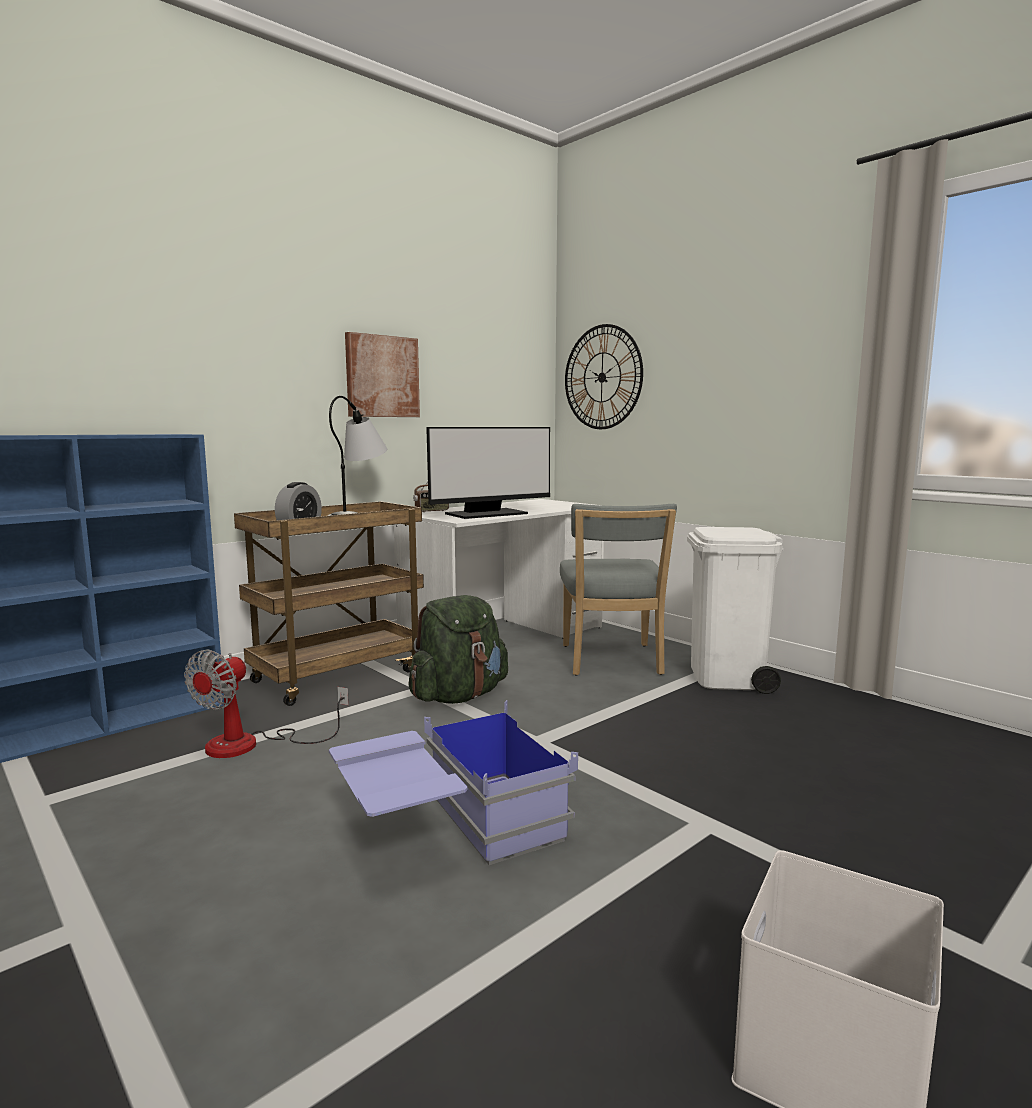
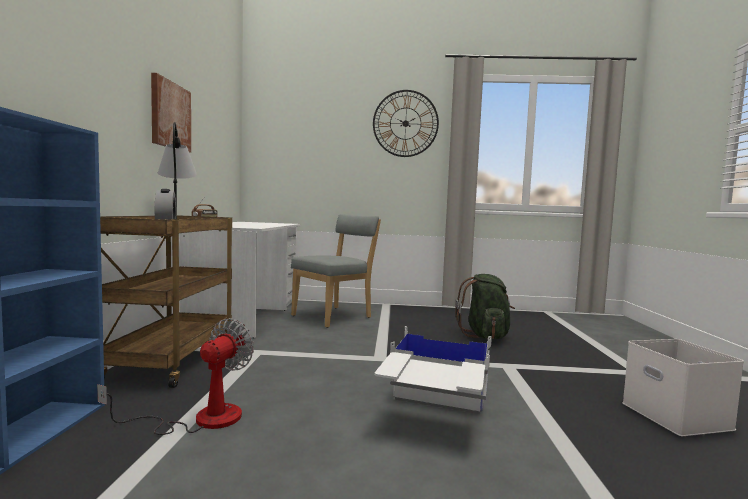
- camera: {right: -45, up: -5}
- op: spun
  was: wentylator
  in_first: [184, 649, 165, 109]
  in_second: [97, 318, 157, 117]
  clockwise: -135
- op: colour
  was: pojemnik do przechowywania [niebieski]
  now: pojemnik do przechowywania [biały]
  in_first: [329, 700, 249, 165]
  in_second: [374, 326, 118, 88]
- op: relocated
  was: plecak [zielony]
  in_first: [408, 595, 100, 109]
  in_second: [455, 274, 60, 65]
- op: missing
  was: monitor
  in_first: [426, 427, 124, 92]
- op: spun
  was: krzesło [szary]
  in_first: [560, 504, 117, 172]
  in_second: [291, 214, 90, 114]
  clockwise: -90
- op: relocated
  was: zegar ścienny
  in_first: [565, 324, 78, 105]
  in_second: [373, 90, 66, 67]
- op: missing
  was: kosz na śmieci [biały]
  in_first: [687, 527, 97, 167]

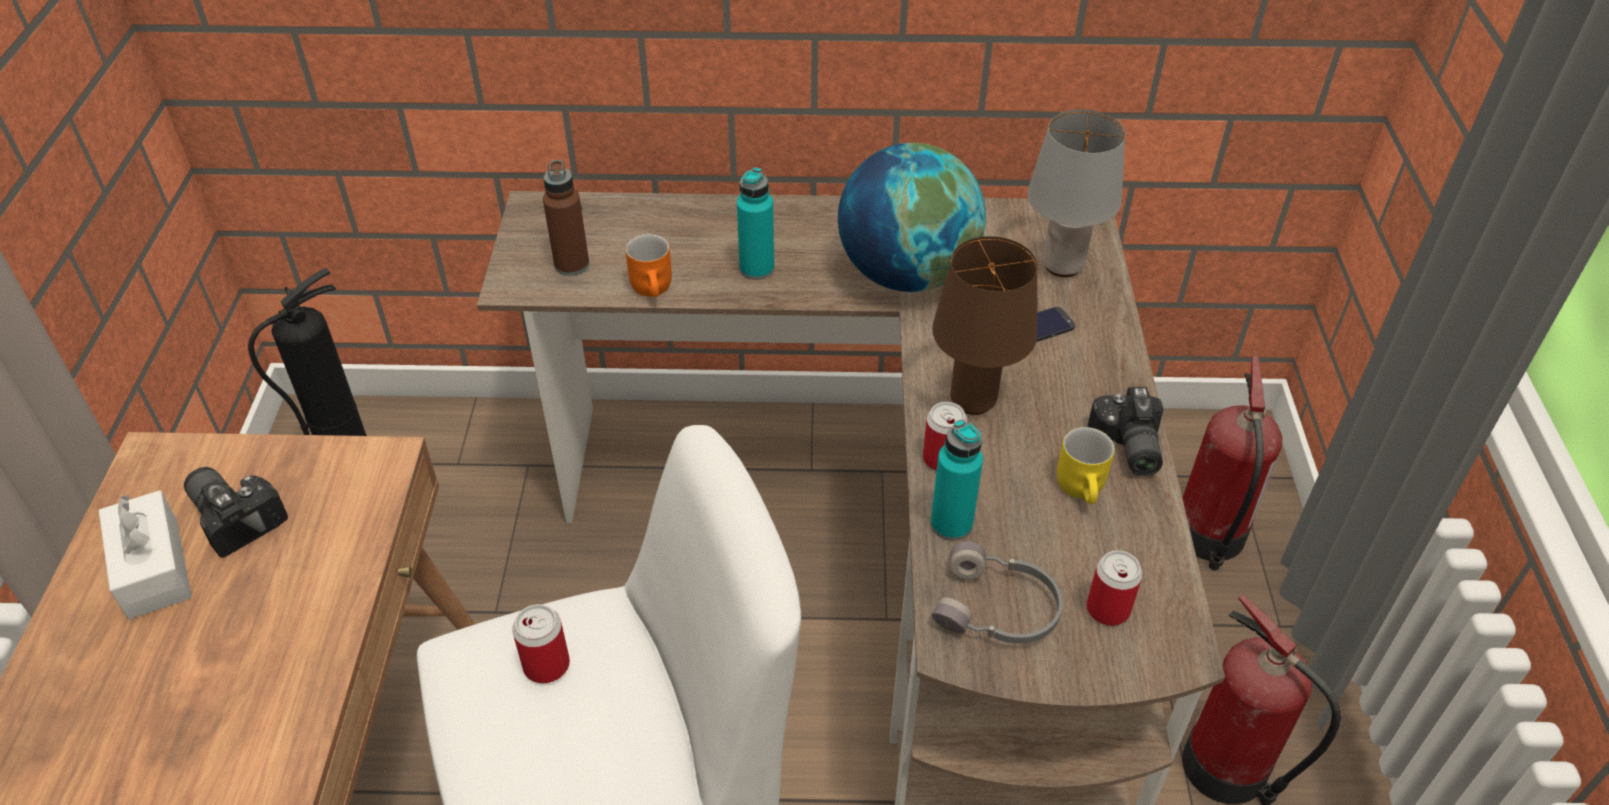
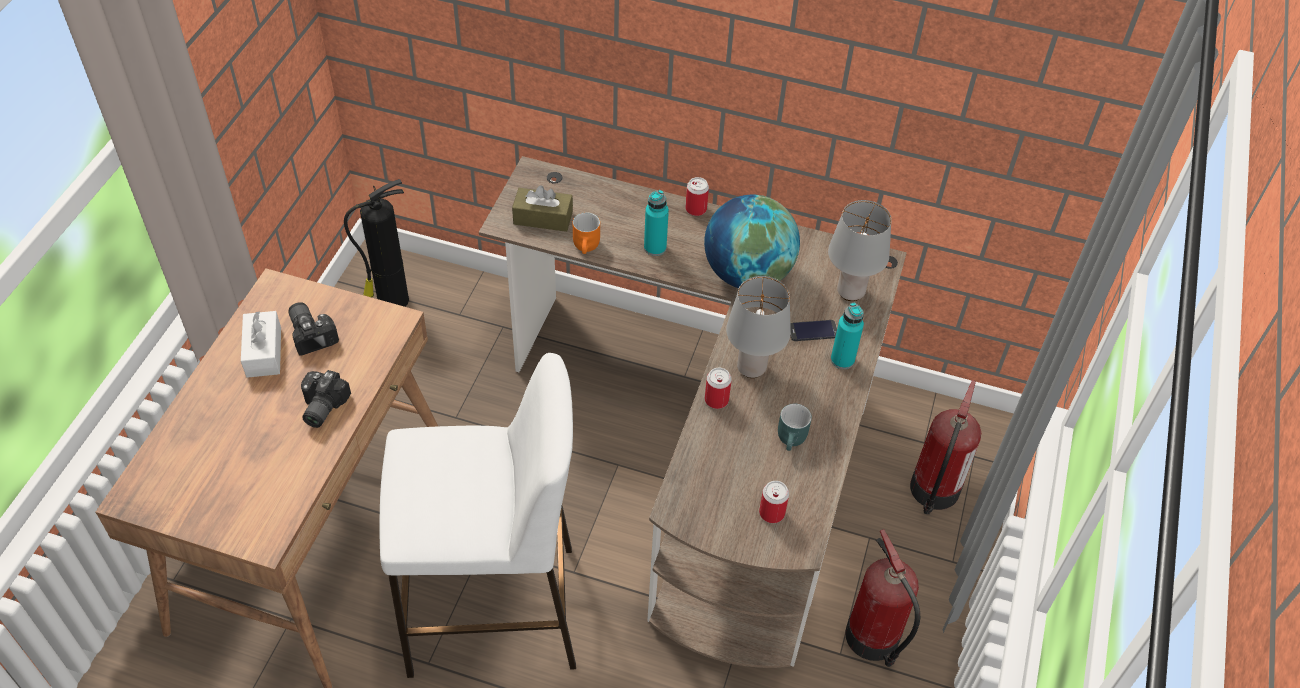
- camera: {right: 15, up: 5}
- op: relocated
  was: puszka
  in_first: [512, 604, 58, 79]
  in_second: [685, 177, 24, 39]
- op: exchanged
  was: butelka [brązowy]
  now: pudełko chusteczek [brązowy]
  in_first: [543, 160, 46, 116]
  in_second: [512, 185, 61, 47]
- op: relocated
  was: butelka [turkusowy]
  in_first: [931, 420, 52, 121]
  in_second: [831, 303, 33, 66]
- op: missing
  was: słuchawki [szary]
  in_first: [931, 541, 132, 103]
- op: colour
  was: lampa stołowa [brązowy]
  now: lampa stołowa [szary]
  in_first: [932, 236, 106, 179]
  in_second: [726, 276, 65, 102]
- op: colour
  was: kubek [żółty]
  now: kubek [turkusowy]
  in_first: [1057, 427, 58, 77]
  in_second: [778, 404, 34, 47]
- op: relocated
  was: aparat fotograficzny
  in_first: [1088, 387, 76, 89]
  in_second: [301, 370, 50, 58]

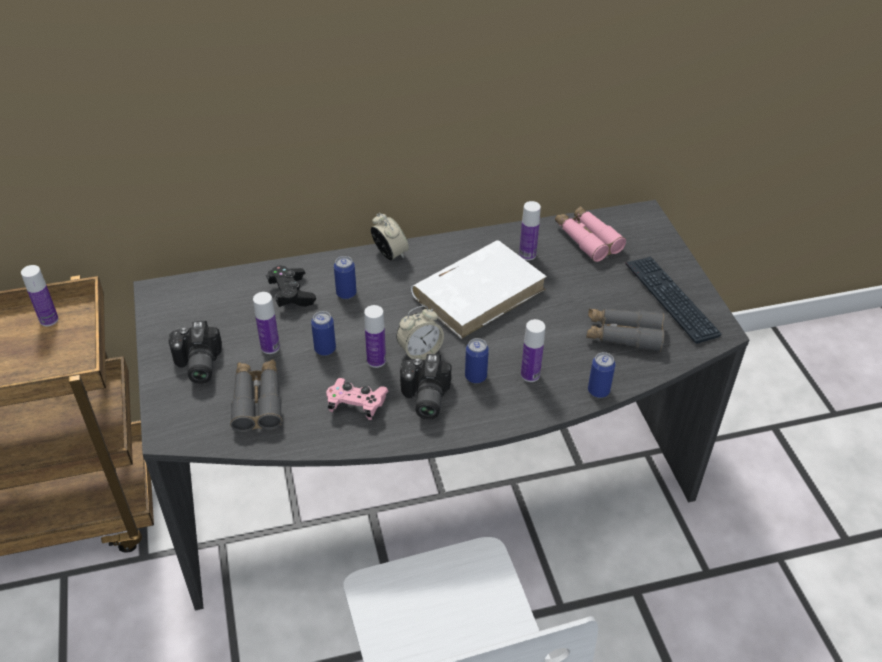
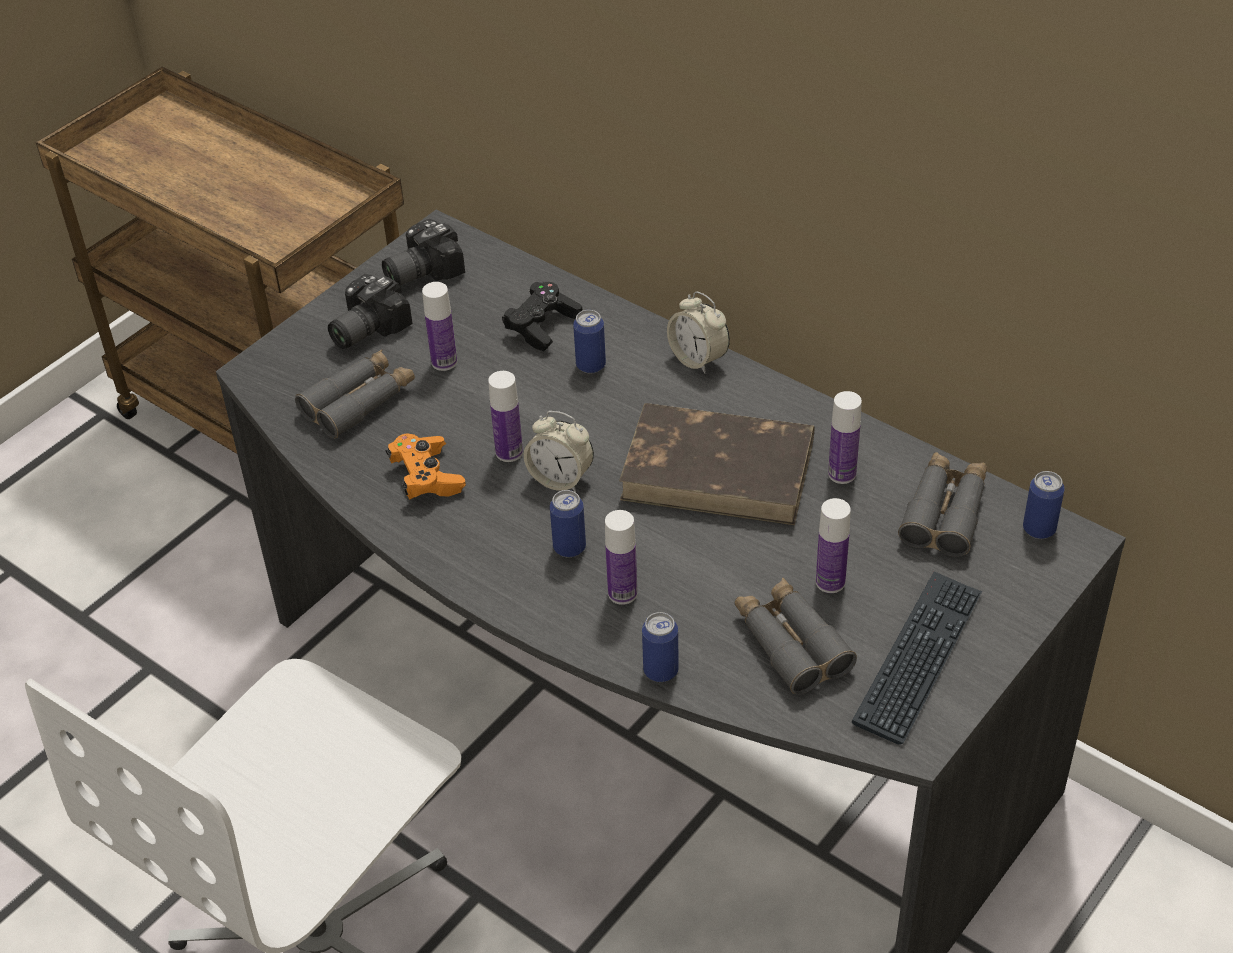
- camera: {right: 55, up: 0}
- op: relocated
  was: butelka
  in_first: [21, 265, 38, 61]
  in_second: [816, 498, 35, 95]
- op: relocated
  was: puszka
  in_first: [311, 311, 25, 45]
  in_second: [1023, 471, 42, 68]
- op: colour
  was: pad do gier [różowy]
  now: pad do gier [pomarańczowy]
  in_first: [326, 378, 62, 42]
  in_second: [385, 433, 81, 66]
- op: spun
  was: budzik
  in_first: [371, 213, 38, 47]
  in_second: [667, 291, 63, 83]
  clockwise: 120
- op: relocated
  was: aparat fotograficzny
  in_first: [400, 354, 51, 66]
  in_second: [382, 219, 83, 66]
- op: colour
  was: książka [biały]
  now: książka [brązowy]
  in_first: [411, 241, 136, 98]
  in_second: [619, 403, 196, 122]
- op: colour
  was: lornetka [różowy]
  now: lornetka [szary]
  in_first: [555, 206, 71, 56]
  in_second: [898, 452, 89, 105]

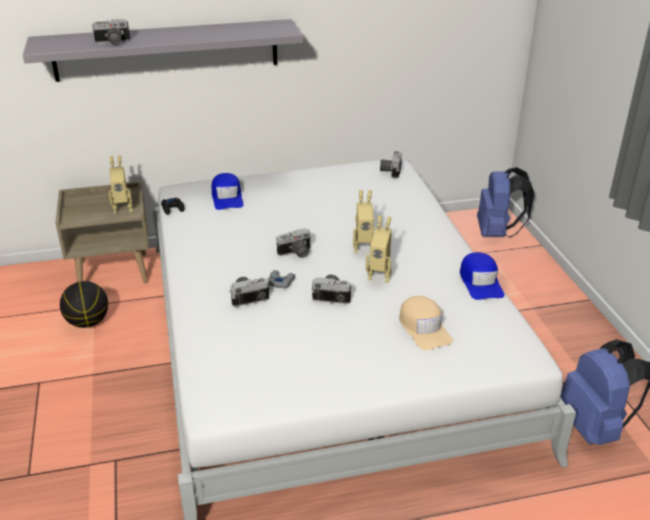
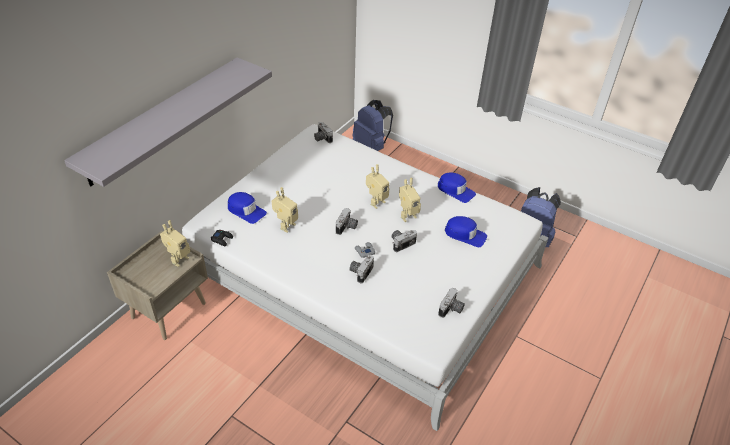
- camera: {right: -45, up: 10}
- op: missing
  was: piłka do koszykówki
  in_first: [60, 281, 48, 47]
- op: relocated
  was: aparat fotograficzny
  in_first: [92, 19, 38, 26]
  in_second: [438, 288, 27, 30]
- op: colour
  was: czapka z daszkiem [beżowy]
  now: czapka z daszkiem [niebieski]
  in_first: [399, 296, 54, 54]
  in_second: [445, 216, 42, 31]
- op: appeared
  now: robot zabawkowy
  in_second: [272, 187, 26, 46]

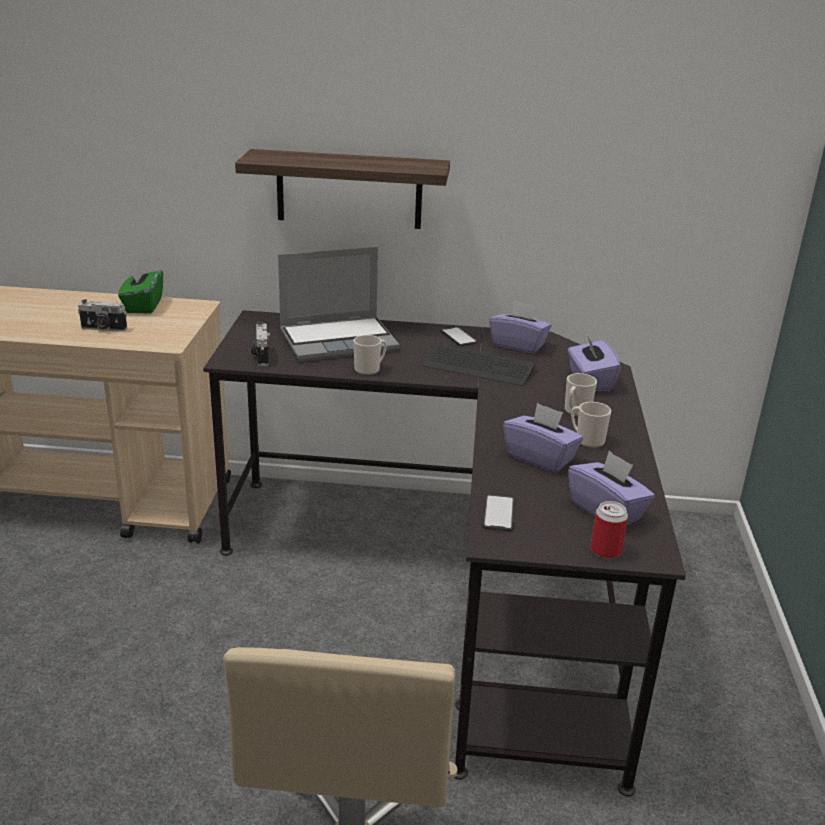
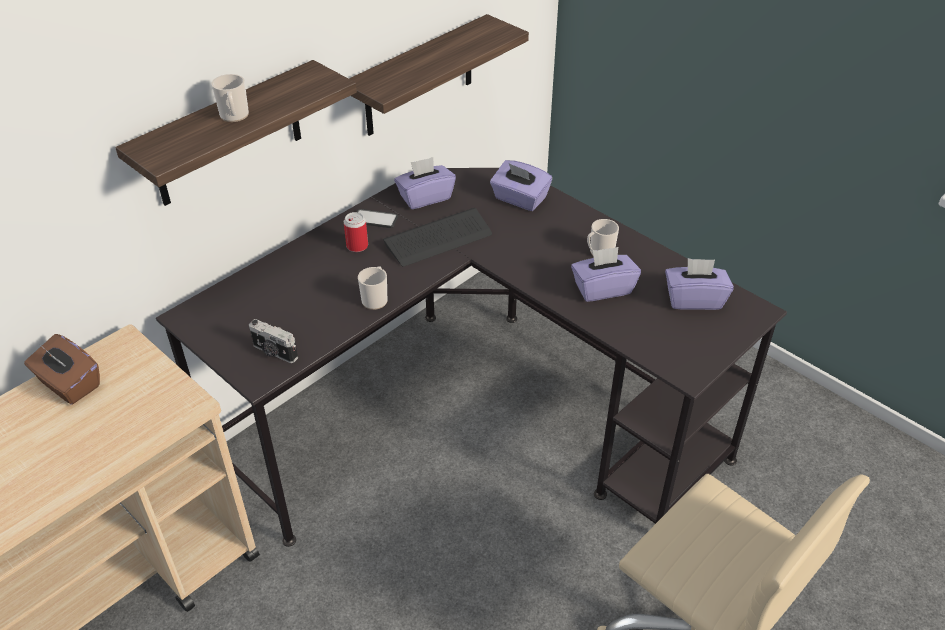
- camera: {right: -50, up: 15}
- op: missing
  was: aparat fotograficzny
  in_first: [78, 299, 49, 33]
- op: colour
  was: pudełko chusteczek [zielony]
  now: pudełko chusteczek [brązowy]
  in_first: [118, 262, 45, 52]
  in_second: [24, 334, 76, 70]
- op: missing
  was: laptop
  in_first: [278, 247, 122, 115]
- op: missing
  was: telefon
  in_first: [482, 494, 33, 37]
- op: relocated
  was: kubek
  in_first: [564, 373, 33, 43]
  in_second: [212, 74, 37, 48]
- op: relocated
  was: puszka
  in_first: [591, 501, 37, 58]
  in_second: [344, 212, 24, 40]
- op: appeared
  now: półka
  in_second: [349, 14, 180, 122]

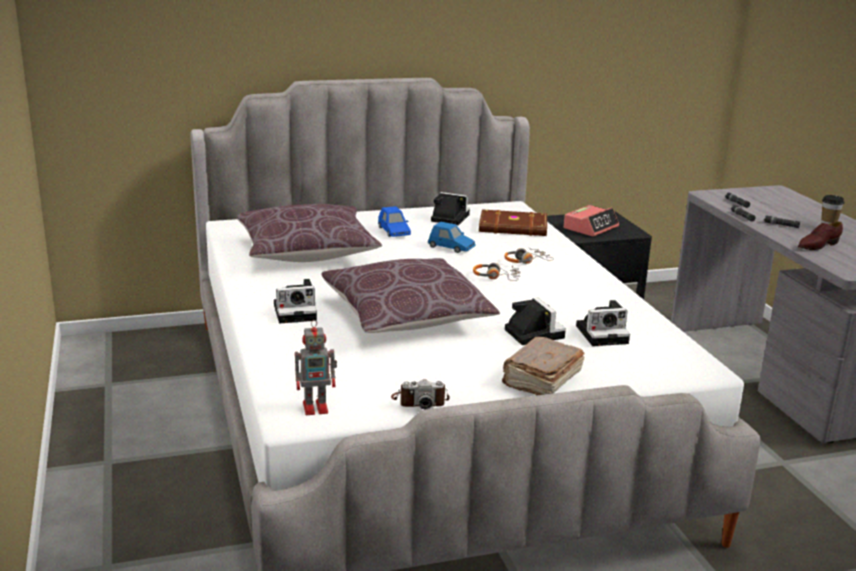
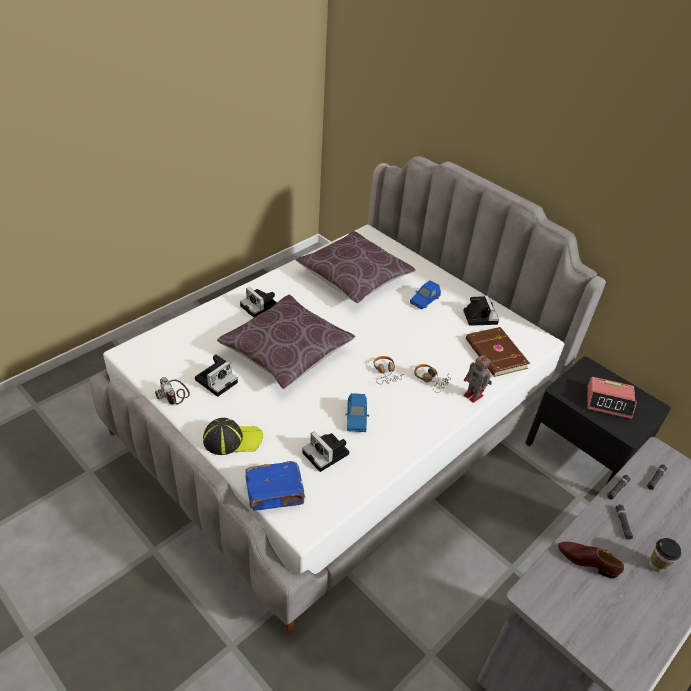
- camera: {right: 60, up: 20}
- op: relocated
  was: robot zabawkowy
  in_first: [295, 319, 42, 96]
  in_second: [464, 354, 28, 49]
- op: relocated
  was: samochodzik [niebieski]
  in_first: [428, 222, 48, 31]
  in_second: [345, 393, 24, 39]
- op: exchanged
  was: książka [brązowy]
  now: czapka z daszkiem
  in_first: [502, 337, 83, 58]
  in_second: [203, 418, 60, 37]
- op: relocated
  was: aparat fotograficzny
  in_first: [505, 298, 61, 47]
  in_second: [195, 355, 43, 42]
- op: appeared
  now: książka [niebieski]
  in_second: [245, 461, 60, 50]

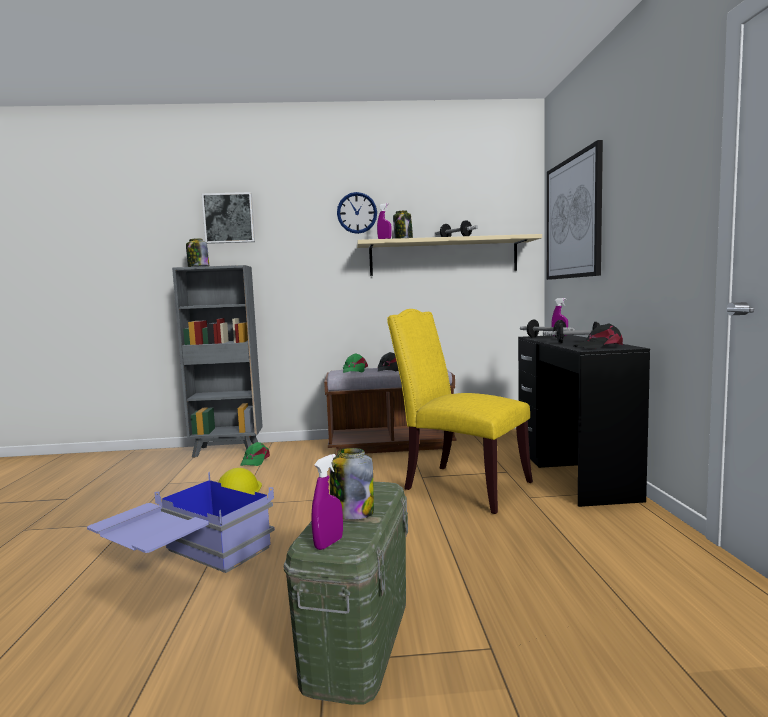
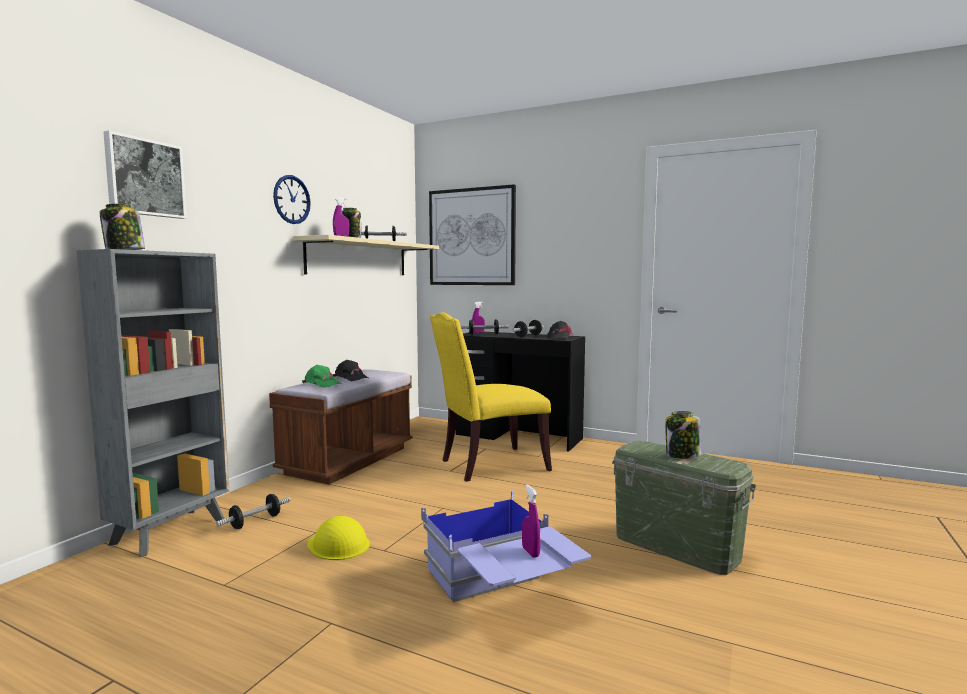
- camera: {right: -60, up: 0}
- op: exchanged
  was: czapka z daszkiem [zielony]
  now: hantel
  in_first: [240, 442, 30, 24]
  in_second: [216, 494, 74, 35]
- op: relocated
  was: spryskiwacz [fioletowy]
  in_first: [311, 454, 32, 96]
  in_second: [522, 485, 19, 73]

